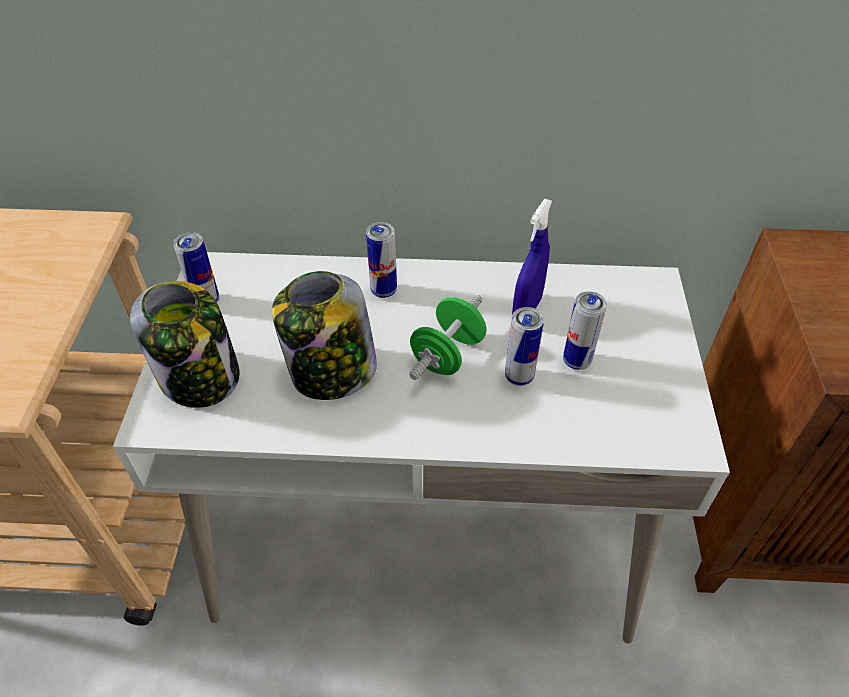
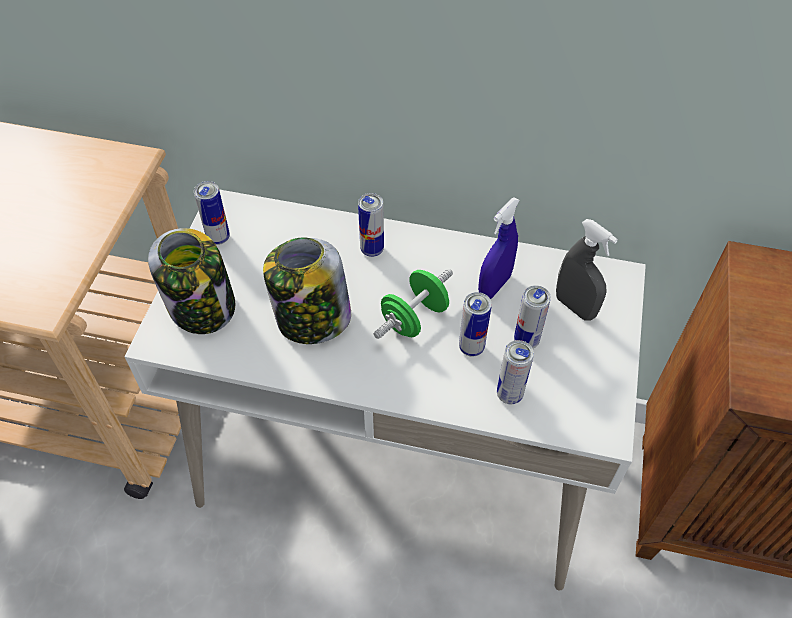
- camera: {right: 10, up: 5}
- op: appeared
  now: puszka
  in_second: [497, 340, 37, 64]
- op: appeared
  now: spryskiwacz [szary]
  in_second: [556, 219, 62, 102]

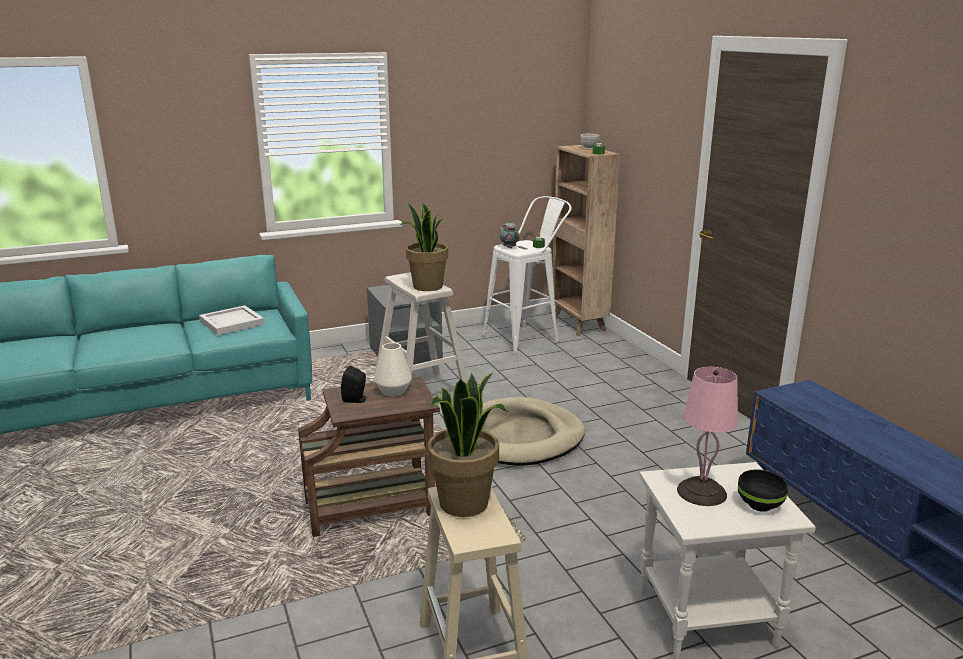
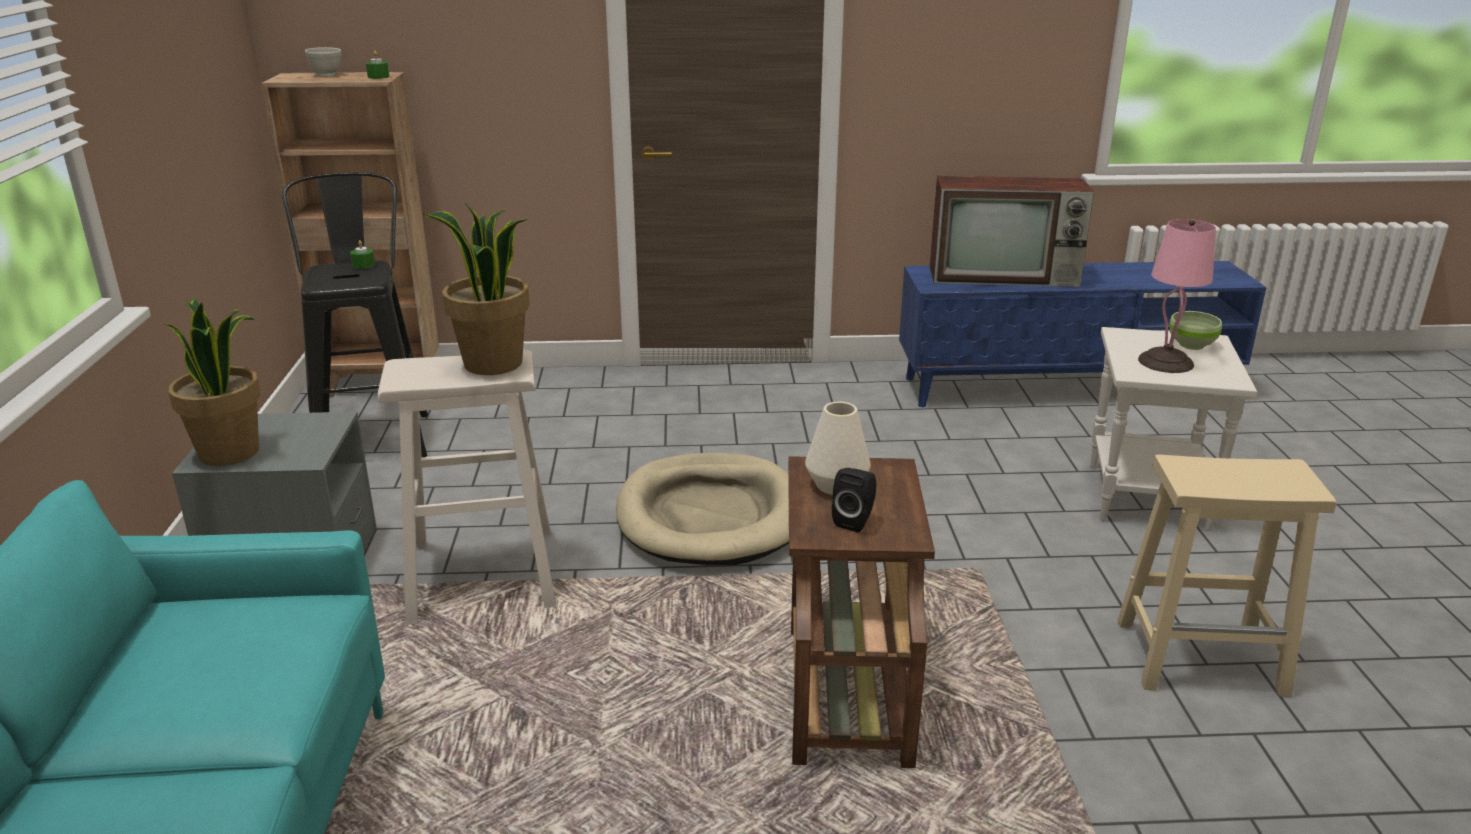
- camera: {right: -70, up: 5}
- op: missing
  was: taca [biały]
  in_first: [199, 305, 66, 30]
- op: relocated
  was: roślina doniczkowa
  in_first: [428, 372, 80, 145]
  in_second: [165, 298, 96, 168]
- op: colour
  was: stołek [biały]
  now: stołek [czarny]
  in_first: [482, 196, 90, 157]
  in_second: [282, 172, 146, 285]
- op: missing
  was: imbryk
  in_first: [499, 220, 21, 29]
- op: colour
  was: miska [czarny]
  now: miska [zielony]
  in_first: [738, 469, 50, 43]
  in_second: [1169, 311, 53, 39]
- op: appeared
  now: telewizor
  in_second: [930, 176, 164, 111]

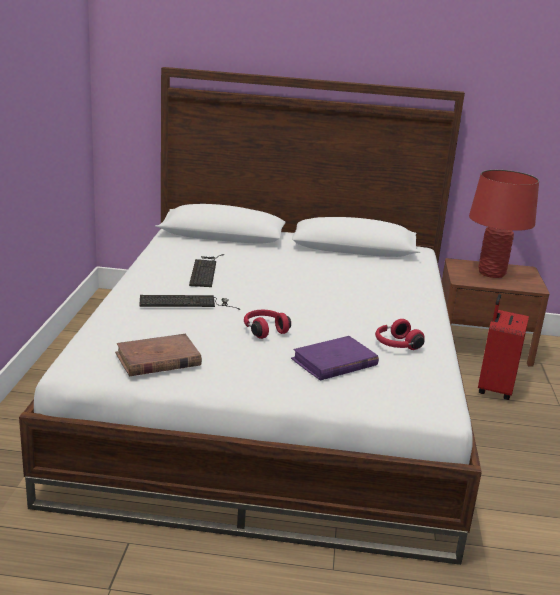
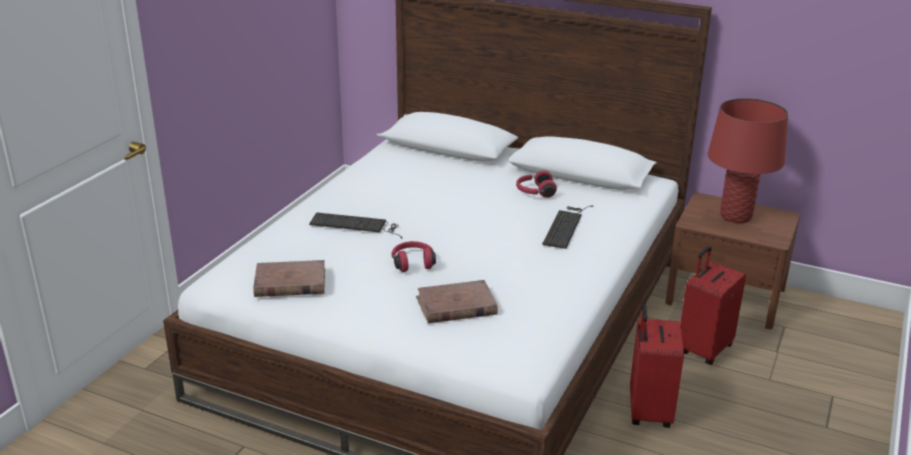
- camera: {right: 20, up: 5}
- op: relocated
  was: klawiatura
  in_first: [189, 254, 35, 33]
  in_second: [542, 205, 51, 44]
- op: colour
  was: książka [fioletowy]
  now: książka [brązowy]
  in_first: [291, 336, 88, 45]
  in_second: [416, 280, 82, 43]
- op: relocated
  was: słuchawki [czerwony]
  in_first: [375, 319, 50, 31]
  in_second: [516, 170, 41, 28]
- op: appeared
  now: walizka [czerwony]
  in_second: [630, 304, 54, 124]

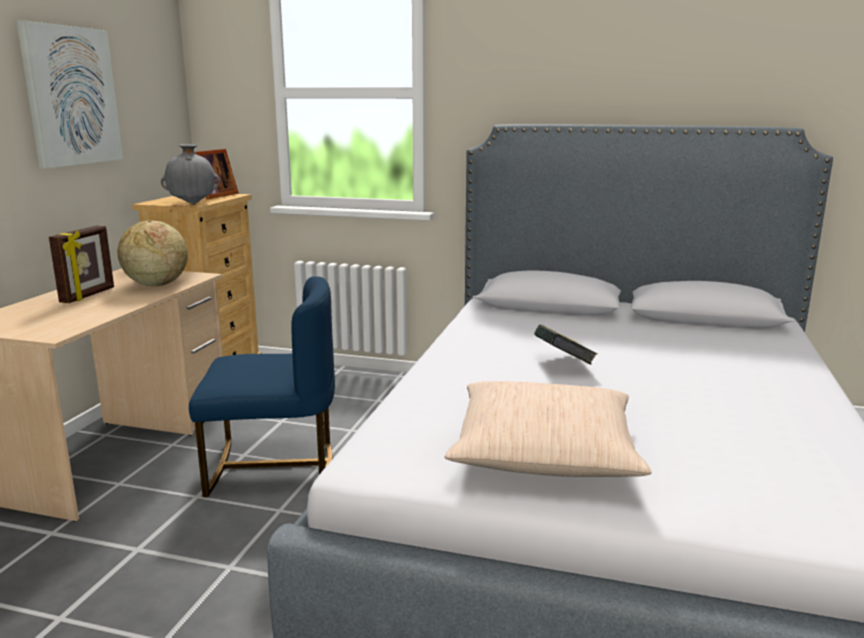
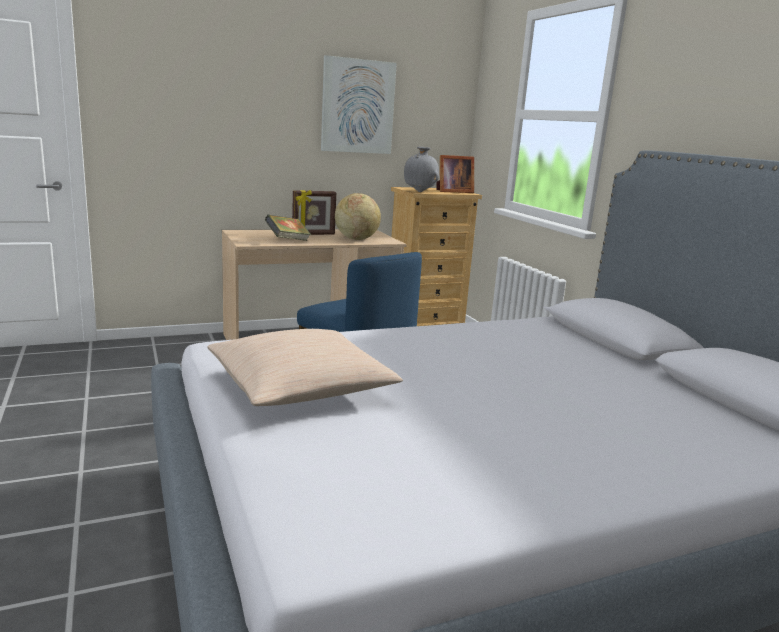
- camera: {right: 50, up: 0}
- op: relocated
  was: książka
  in_first: [534, 325, 63, 39]
  in_second: [265, 215, 46, 26]

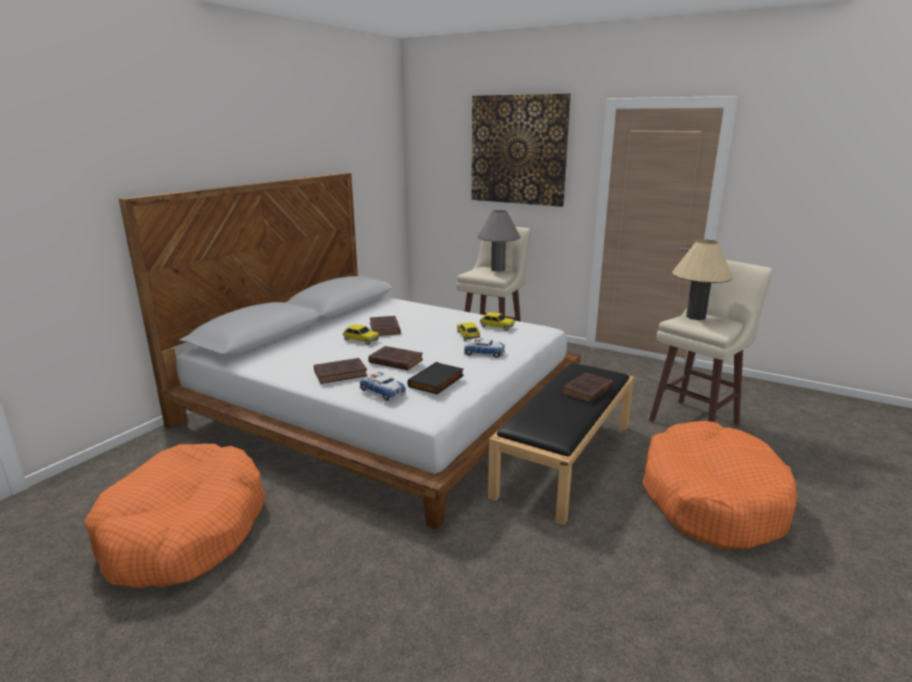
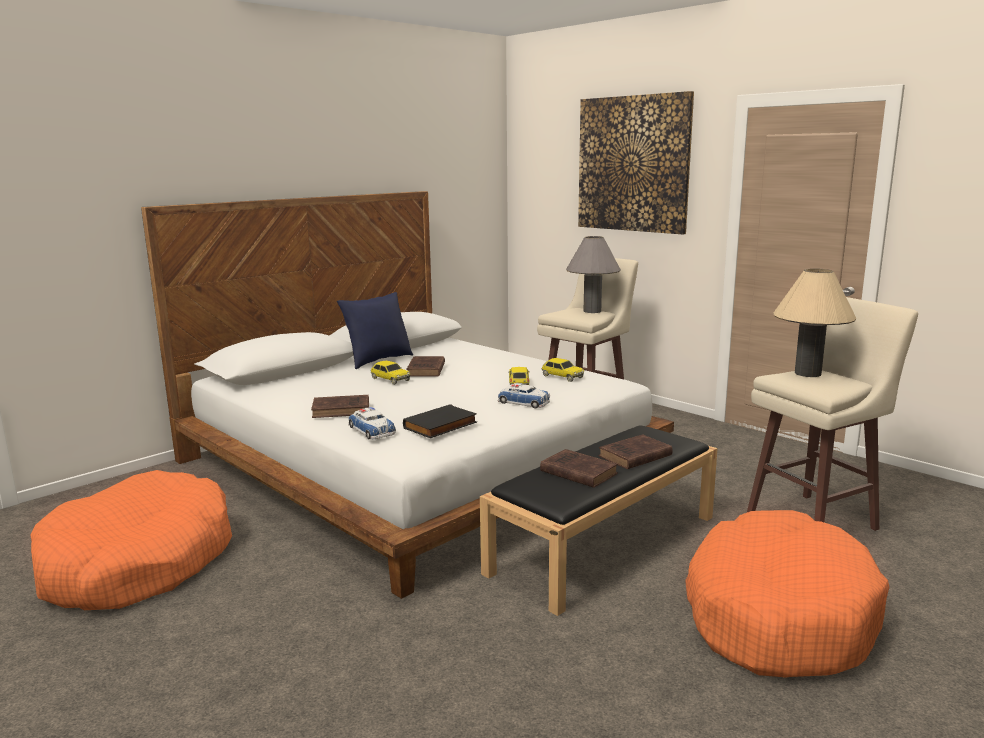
- camera: {right: 15, up: -5}
- op: relocated
  was: książka [brązowy]
  in_first: [368, 346, 55, 24]
  in_second: [540, 449, 78, 39]
- op: appeared
  now: poduszka [niebieski]
  in_second: [337, 292, 76, 77]

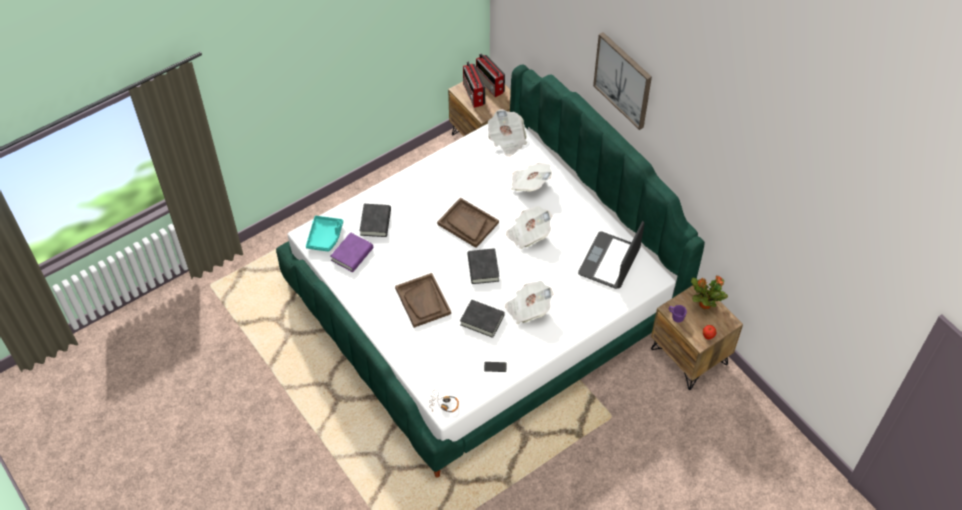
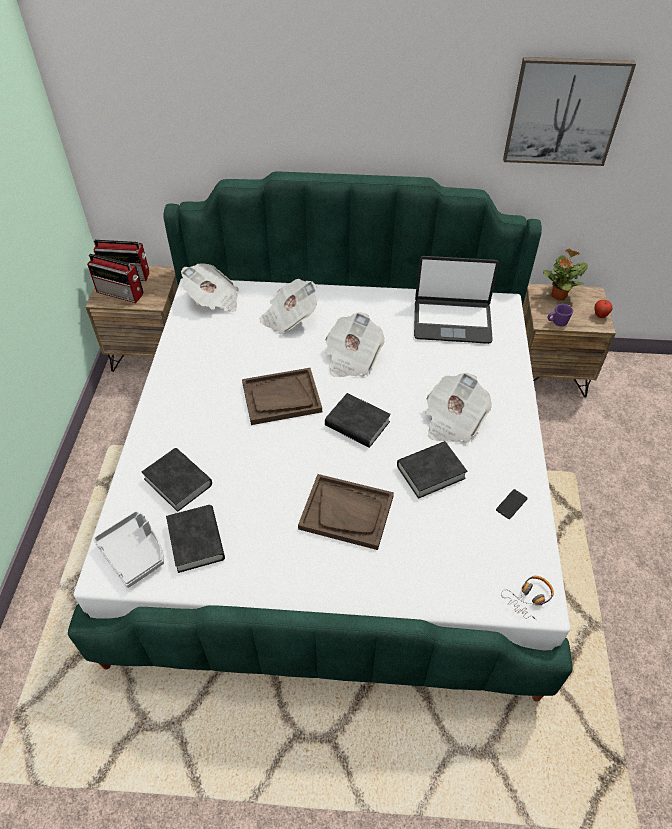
- camera: {right: -50, up: -5}
- op: colour
  was: taca [turkusowy]
  now: taca [szary]
  in_first: [306, 216, 37, 35]
  in_second: [93, 511, 71, 77]
- op: colour
  was: książka [fioletowy]
  now: książka [czarny]
  in_first: [330, 232, 43, 40]
  in_second: [166, 505, 59, 68]
- op: spun
  was: laptop
  in_first: [578, 221, 66, 68]
  in_second: [414, 256, 85, 88]
  clockwise: -60
- op: relocated
  was: obraz
  in_first: [593, 32, 59, 98]
  in_second: [503, 57, 133, 109]

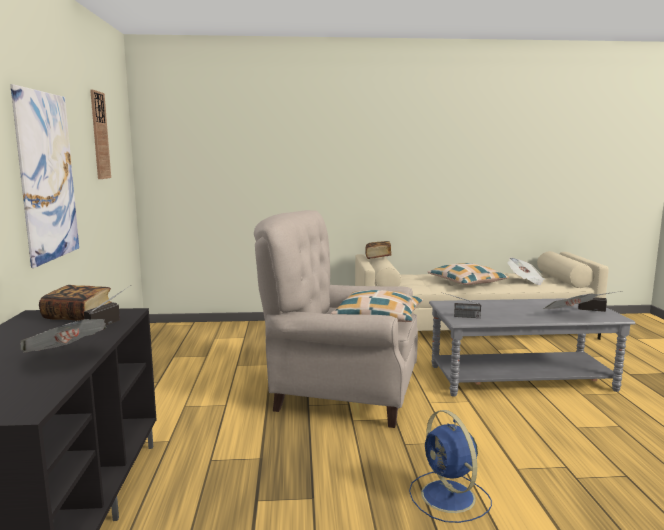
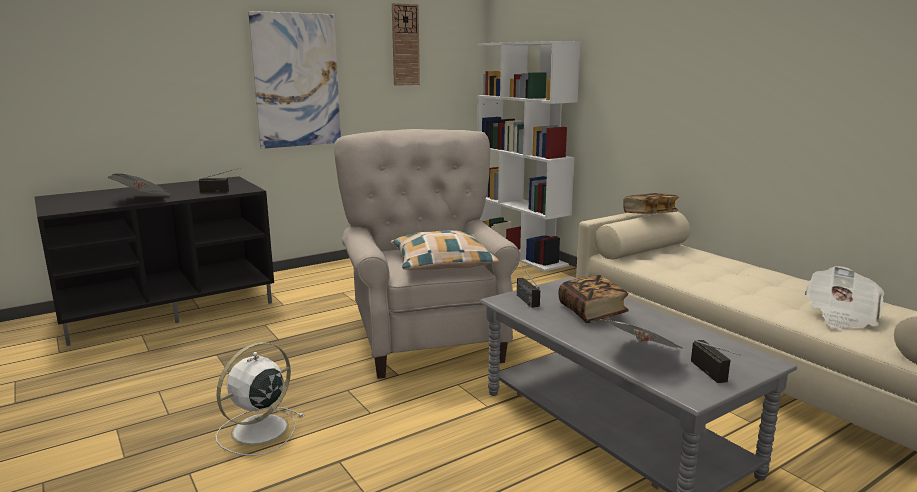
- camera: {right: 60, up: 5}
- op: relocated
  was: książka
  in_first: [39, 285, 72, 36]
  in_second: [559, 275, 70, 48]
- op: colour
  was: wentylator [niebieski]
  now: wentylator [biały]
  in_first: [409, 410, 83, 113]
  in_second: [216, 342, 88, 114]
- op: missing
  was: poduszka
  in_first: [427, 263, 82, 22]
- op: appeared
  now: regał [biały]
  in_second: [477, 41, 104, 231]

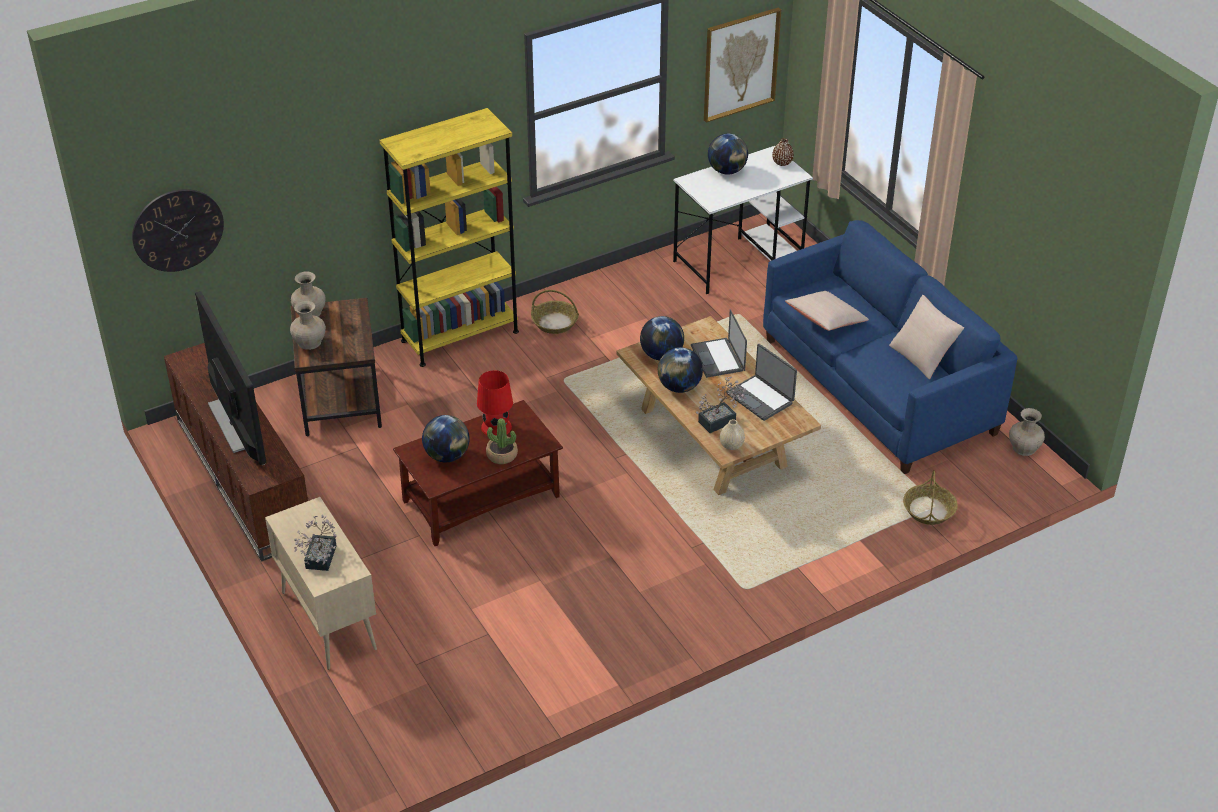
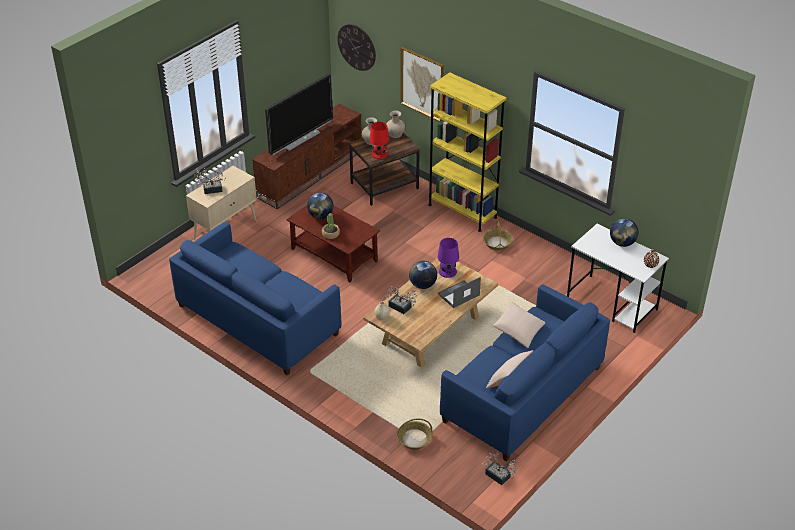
- camera: {right: 70, up: 0}
- op: relocated
  was: lampa stołowa [czerwony]
  in_first: [477, 370, 36, 66]
  in_second: [370, 122, 19, 37]
- op: exchanged
  was: globus
  now: lampa stołowa [fioletowy]
  in_first: [640, 316, 44, 44]
  in_second: [438, 238, 21, 40]
- op: relocated
  was: obraz
  in_first: [704, 7, 77, 116]
  in_second: [400, 47, 44, 75]
- op: missing
  was: laptop
  in_first: [726, 344, 71, 77]
- op: exchanged
  was: wazon [beżowy]
  now: roślina doniczkowa
  in_first: [1009, 408, 36, 48]
  in_second: [481, 453, 38, 32]
- op: appeared
  now: kanapa [niebieski]
  in_second: [169, 222, 172, 153]

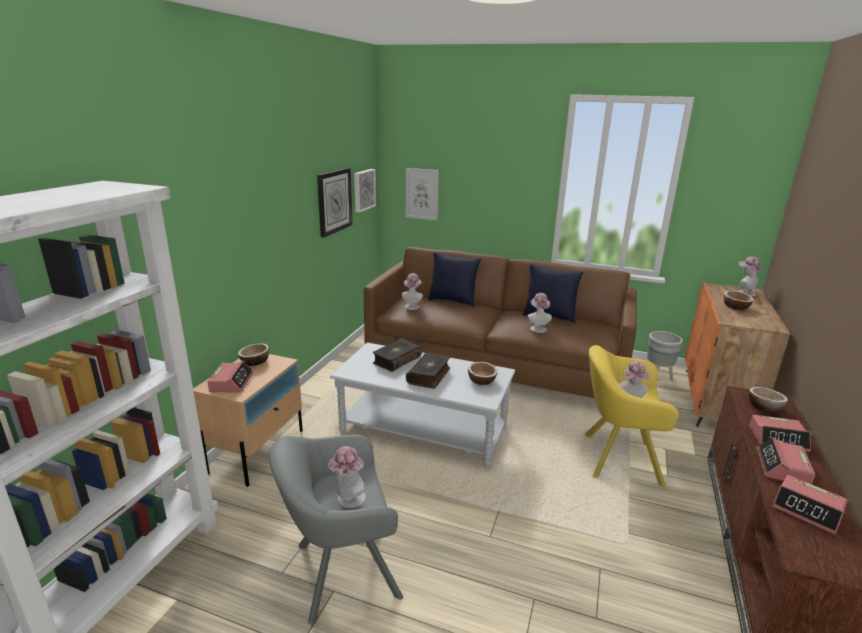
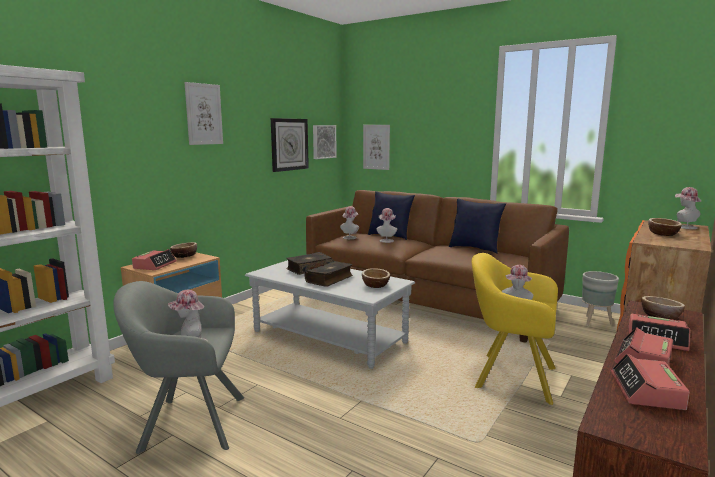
- camera: {right: 15, up: -10}
- op: relocated
  was: kapelusz
  in_first: [528, 293, 24, 40]
  in_second: [376, 208, 21, 35]
- op: spun
  was: budzik
  in_first: [772, 475, 75, 60]
  in_second: [611, 354, 79, 56]
  clockwise: 45
- op: appeared
  now: obraz
  in_second: [184, 82, 39, 63]

